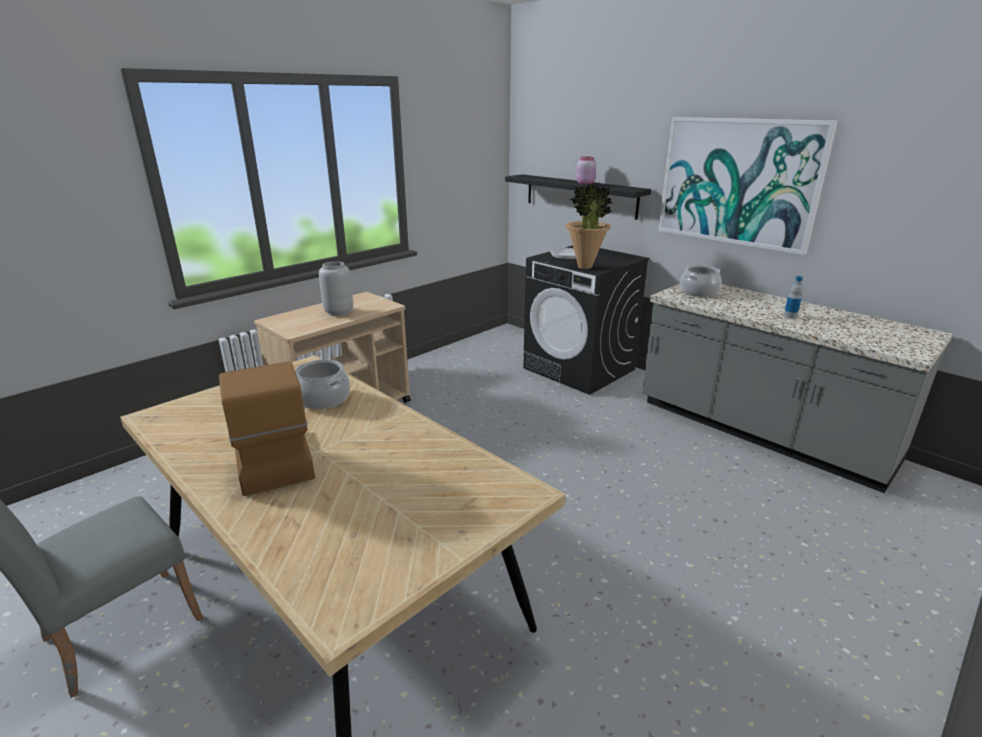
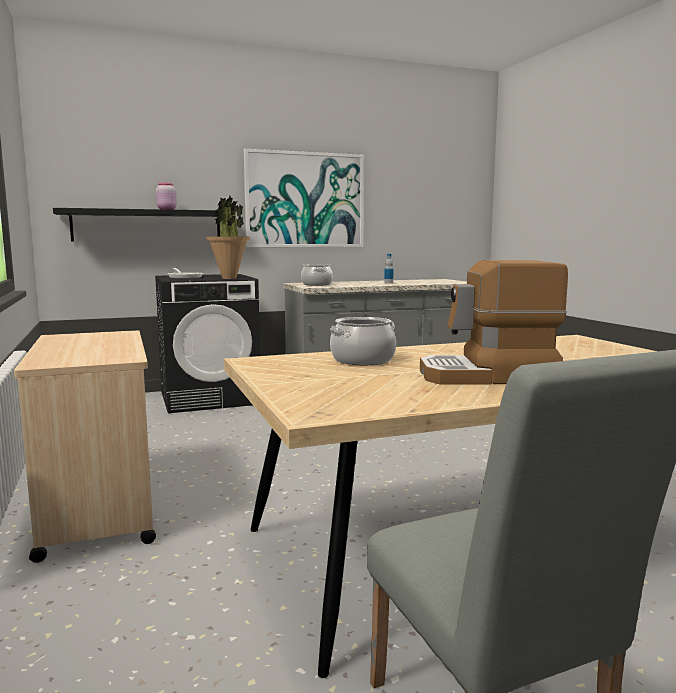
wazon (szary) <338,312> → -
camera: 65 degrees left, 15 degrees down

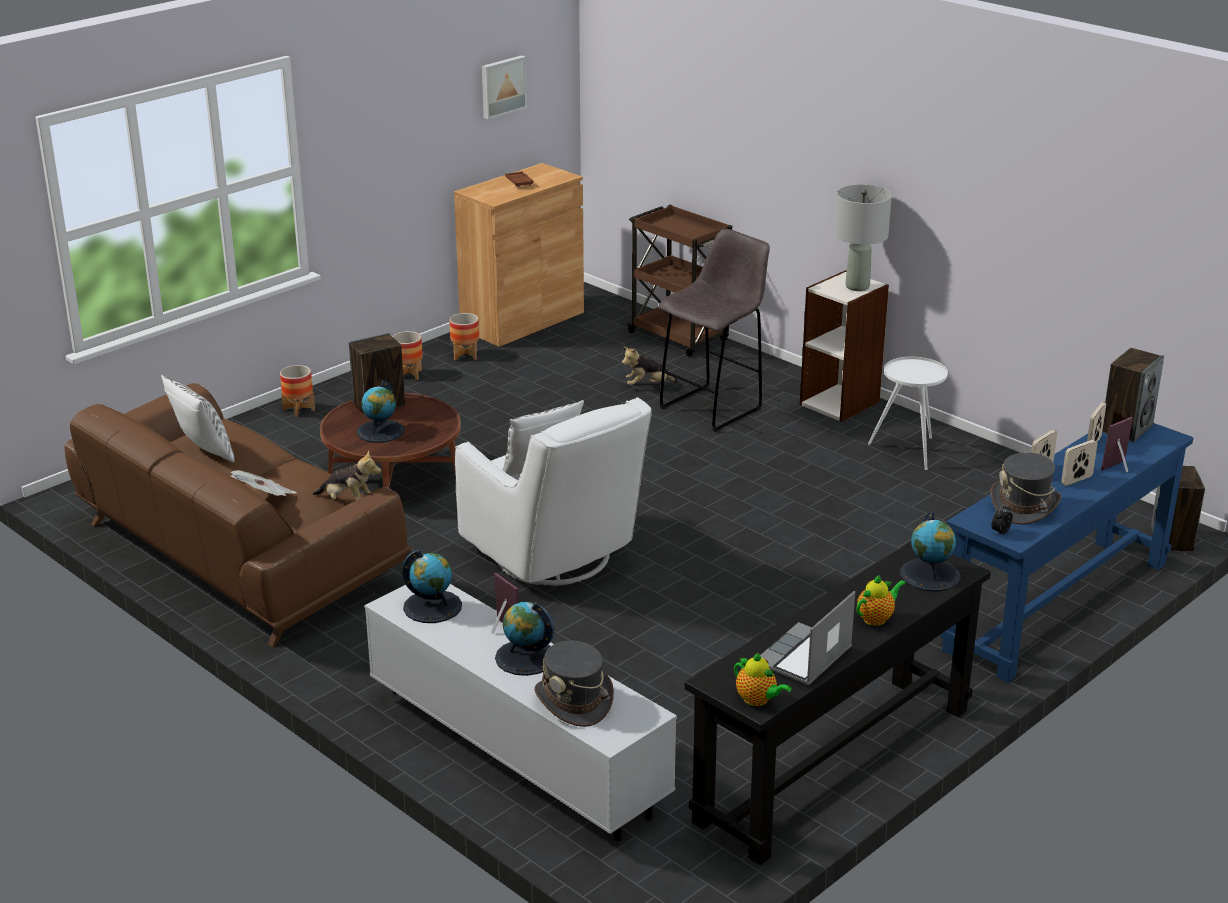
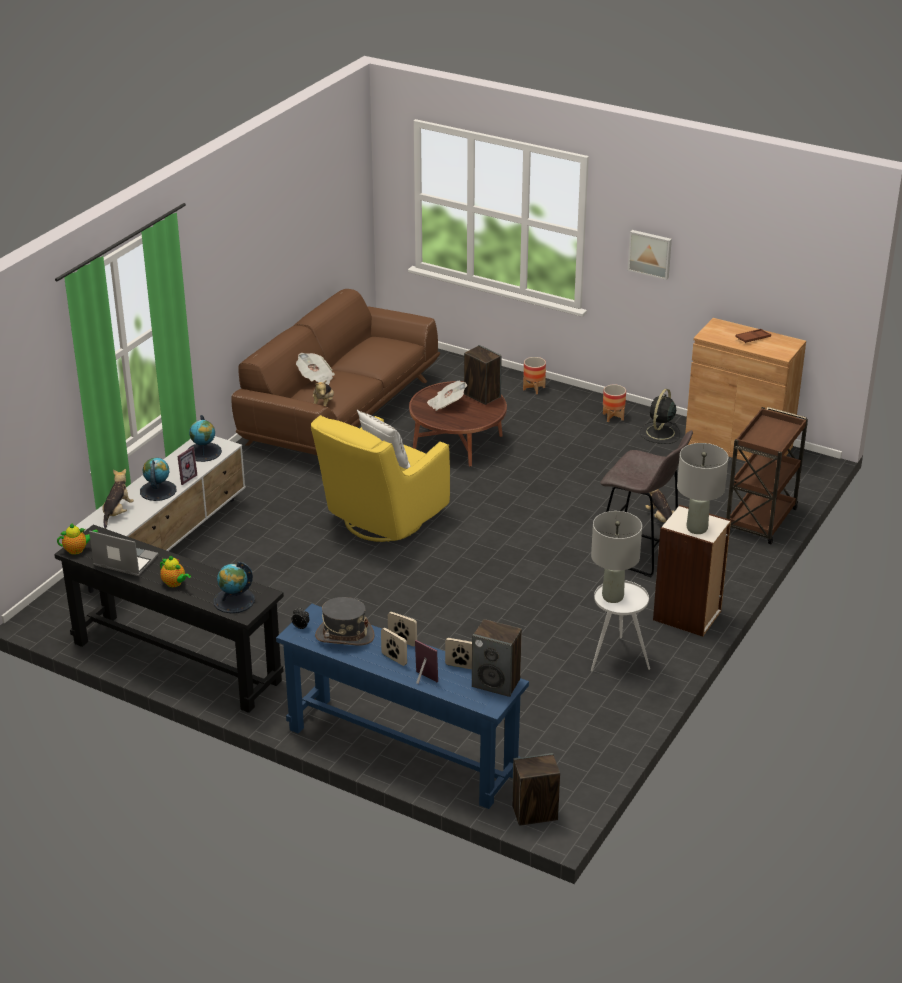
imbryk <758,700> → imbryk <77,550>, 135 degrees counterclockwise
kapelusz (szary) <574,701> → pluszak <117,513>
fotel (biały) <556,558> → fotel (żółty) <381,521>
globus <380,431> → gazeta <446,404>
- → lampa stołowa (szary) <612,597>
obraz <502,86> → obraz <650,253>, moved
donica <465,355> → wentylator (czarny) <660,433>
poduszka (biały) <204,451> → -
camera: 75 degrees right, 5 degrees up

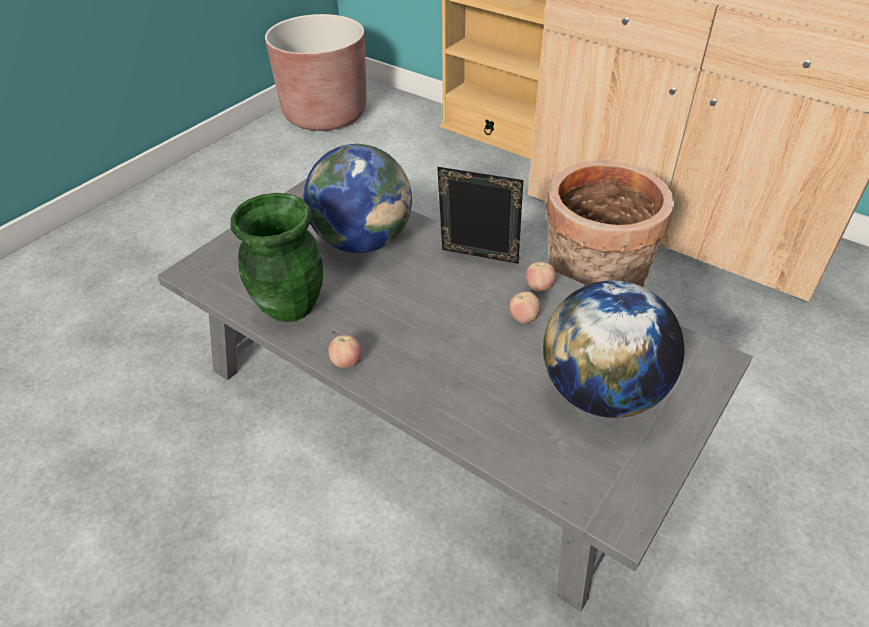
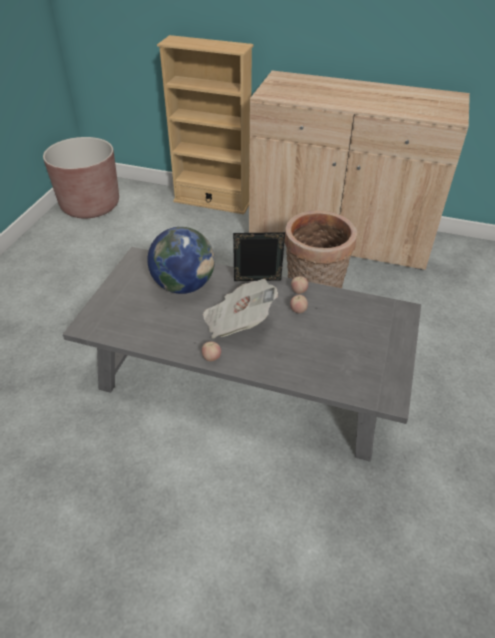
- → gazeta <238,322>
wazon (zielony) <290,305> → -
globus <601,392> → -
camera: 20 degrees left, 0 degrees up

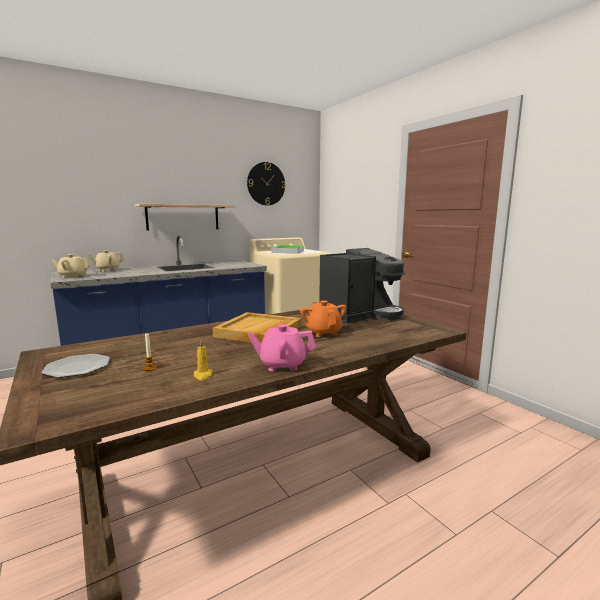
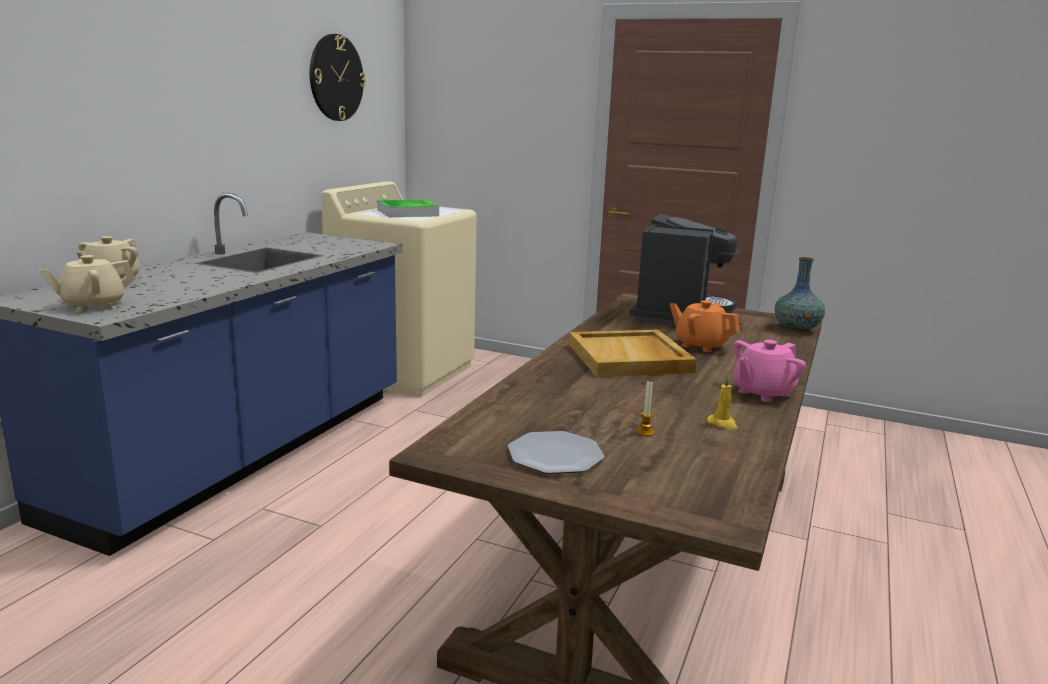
- → wazon <796,329>
półka <183,217> → -
camera: 35 degrees left, 5 degrees up

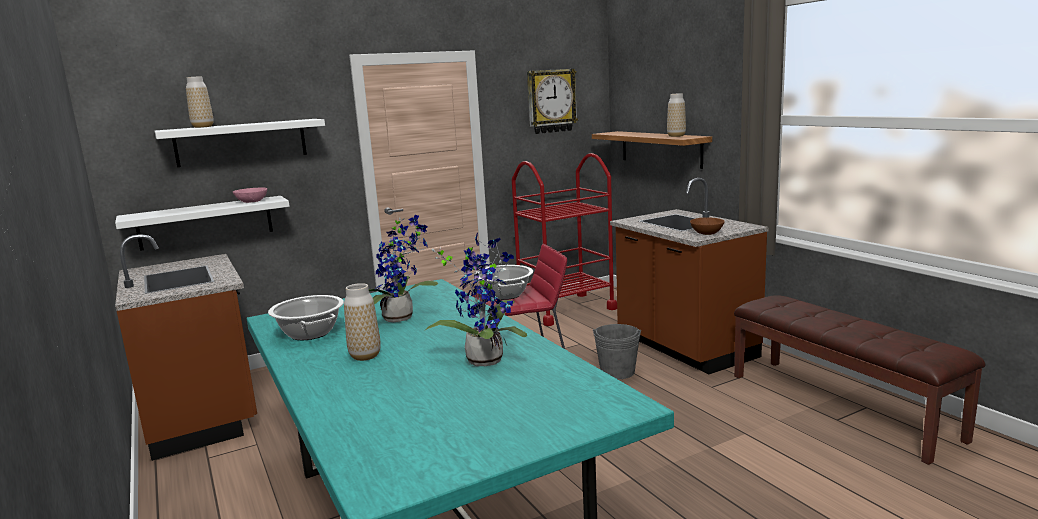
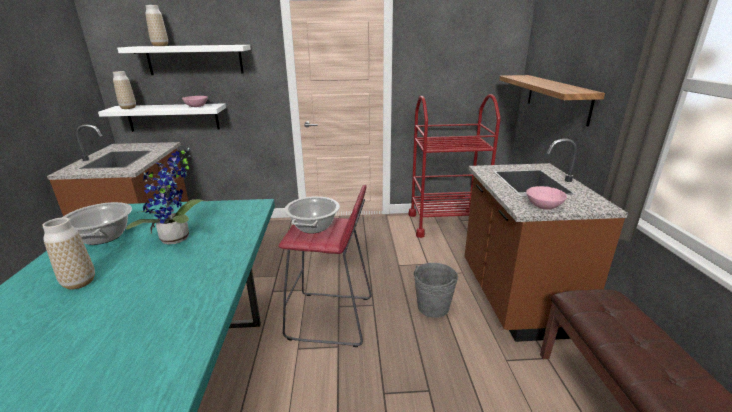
wazon <676,136> → wazon <128,108>, moved
miska (brązowy) <707,233> → miska (różowy) <544,206>
roślina doniczkowa <485,358> → -
zegar ścienny <551,101> → -
camera: 25 degrees right, 10 degrees up

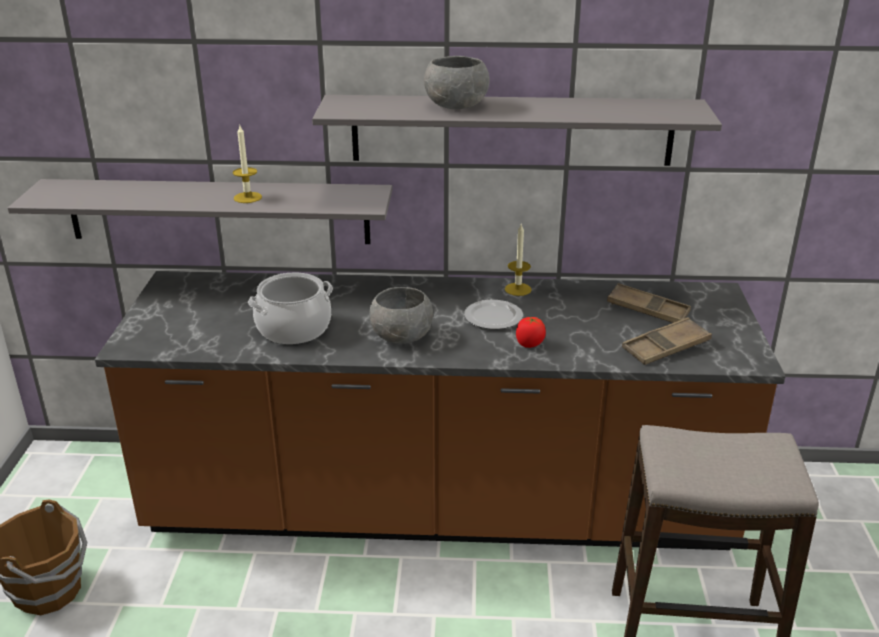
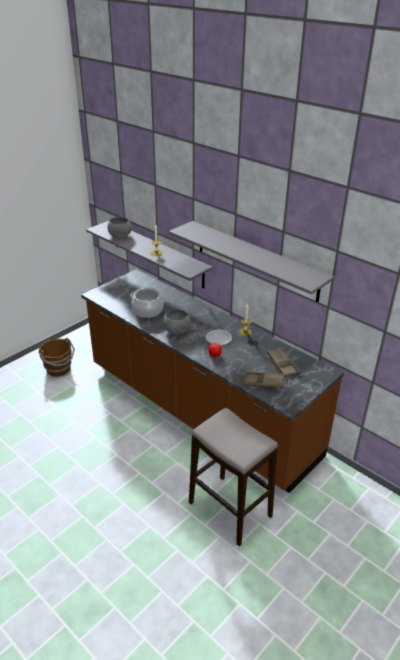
miska (szary) <457,106> → miska (szary) <120,236>, moved
camera: 40 degrees right, 5 degrees up

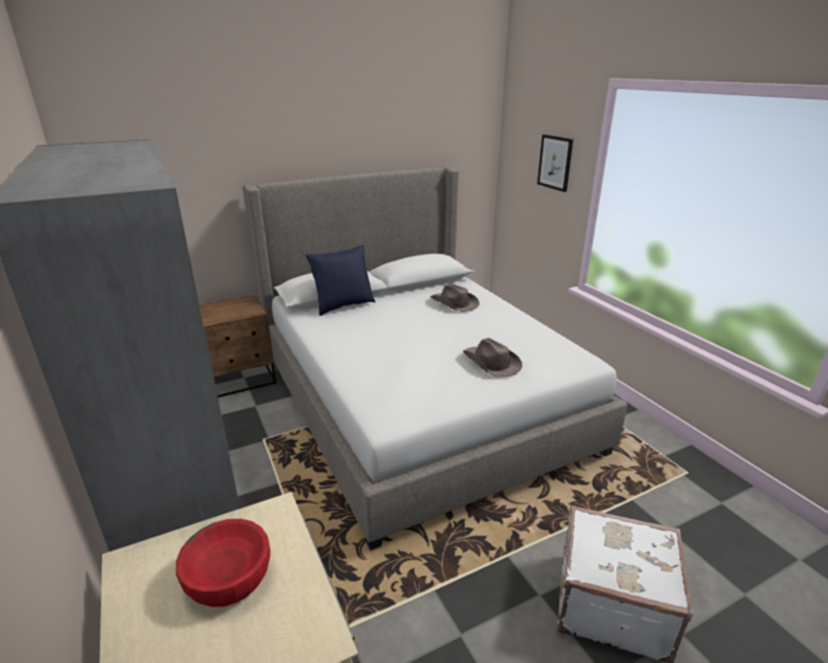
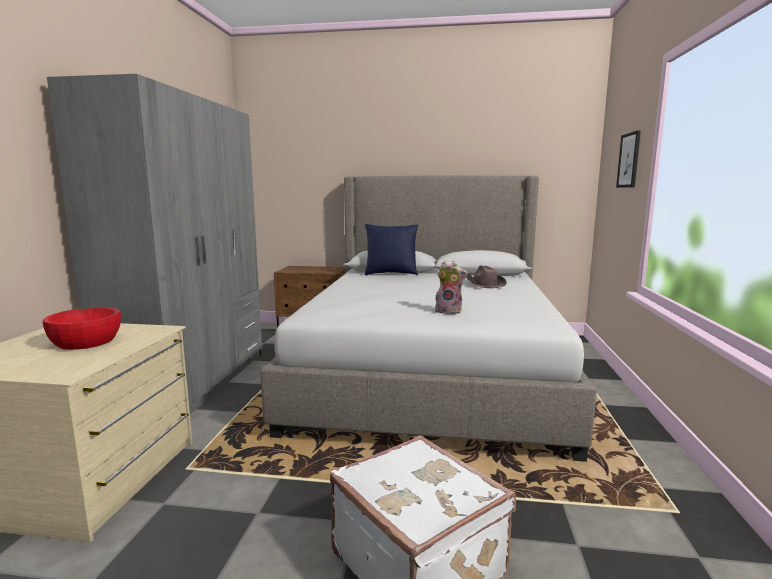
kapelusz (brązowy) <491,363> → pluszak <449,311>
camera: 35 degrees right, 15 degrees down

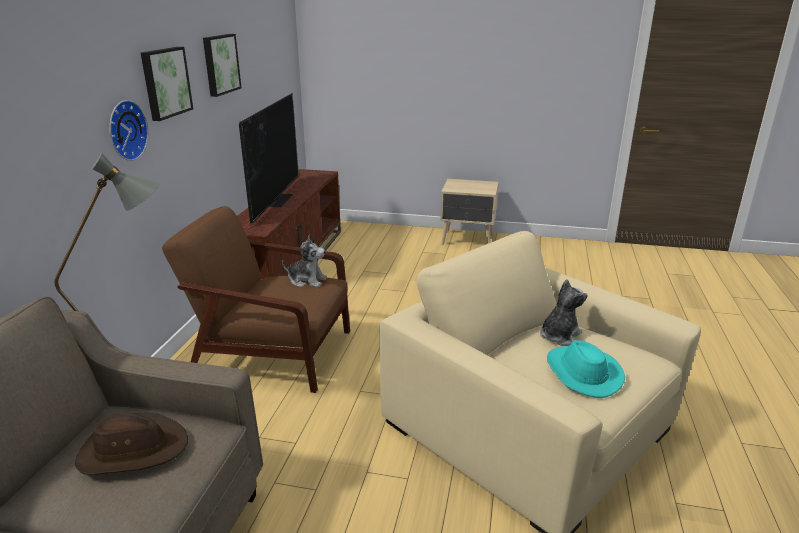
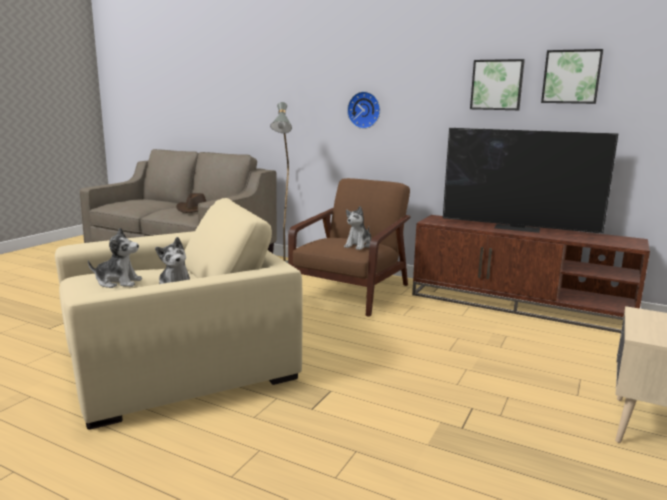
kapelusz (turkusowy) <582,373> → pluszak <118,282>
obraz <165,82> → obraz <571,77>, moved
camera: 105 degrees right, 10 degrees down

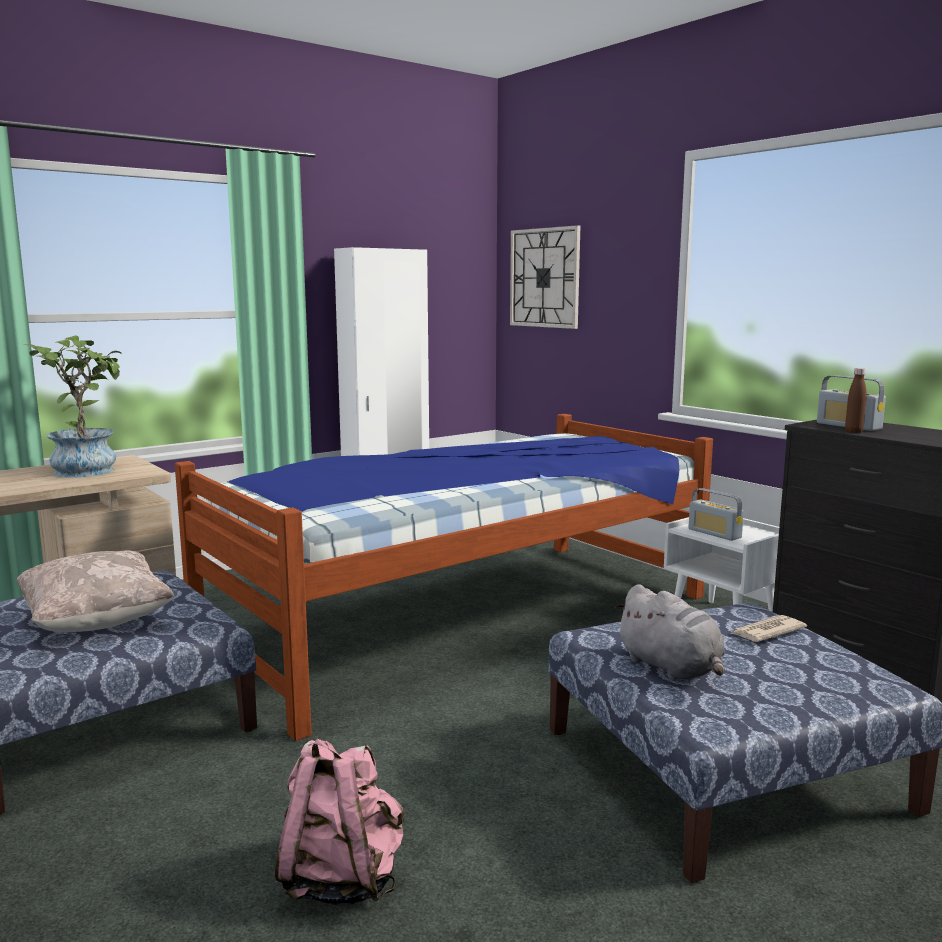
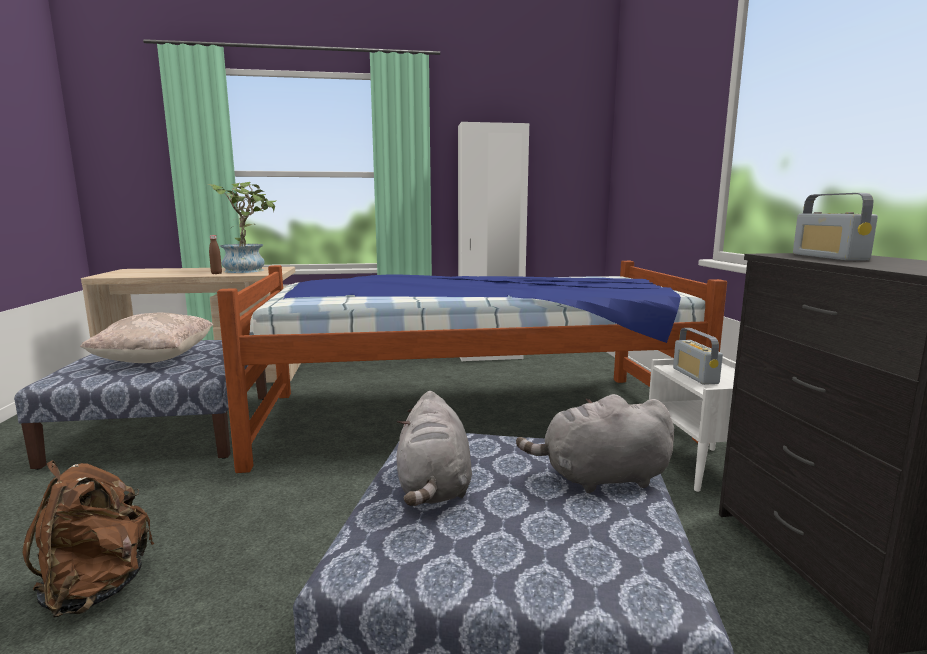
plecak (różowy) <341,879> → plecak (brązowy) <97,588>
butelka (brązowy) <853,431> → butelka (brązowy) <216,273>, moved
gazeta <766,632> → pluszak (szary) <600,478>
zegar ścienny <544,278> → -
camera: 30 degrees right, 0 degrees up

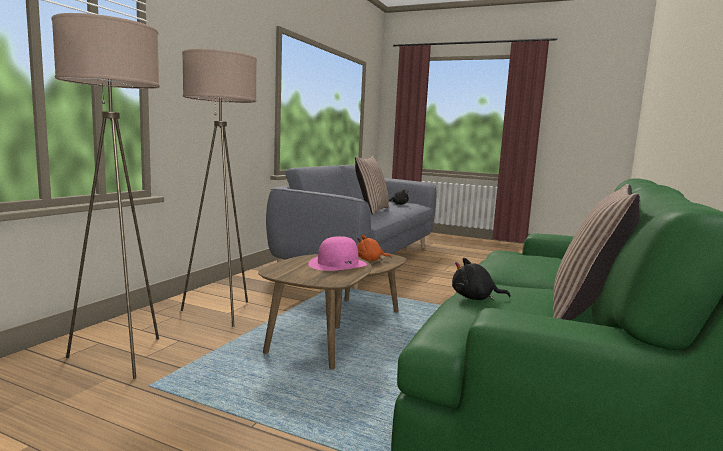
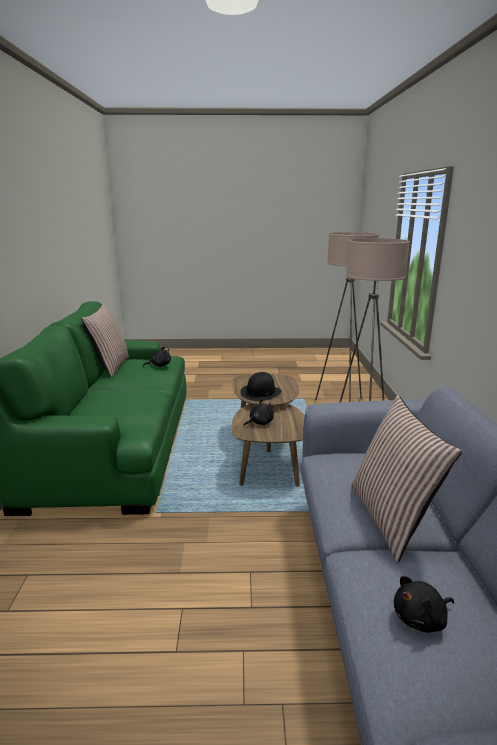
kapelusz (różowy) <338,264> → kapelusz (czarny) <260,392>
pluszak (pomarańczowy) <370,260> → pluszak (czarny) <259,423>
camera: 155 degrees right, 10 degrees up

